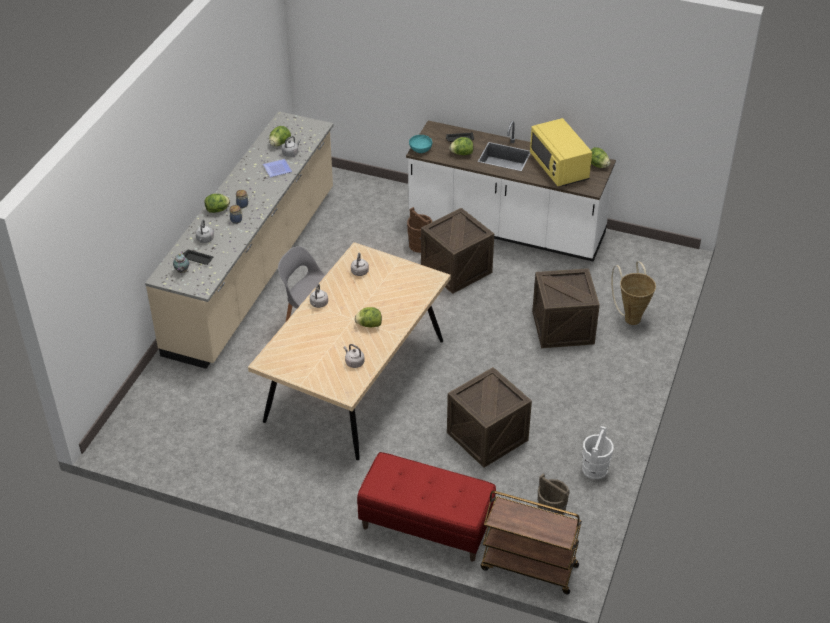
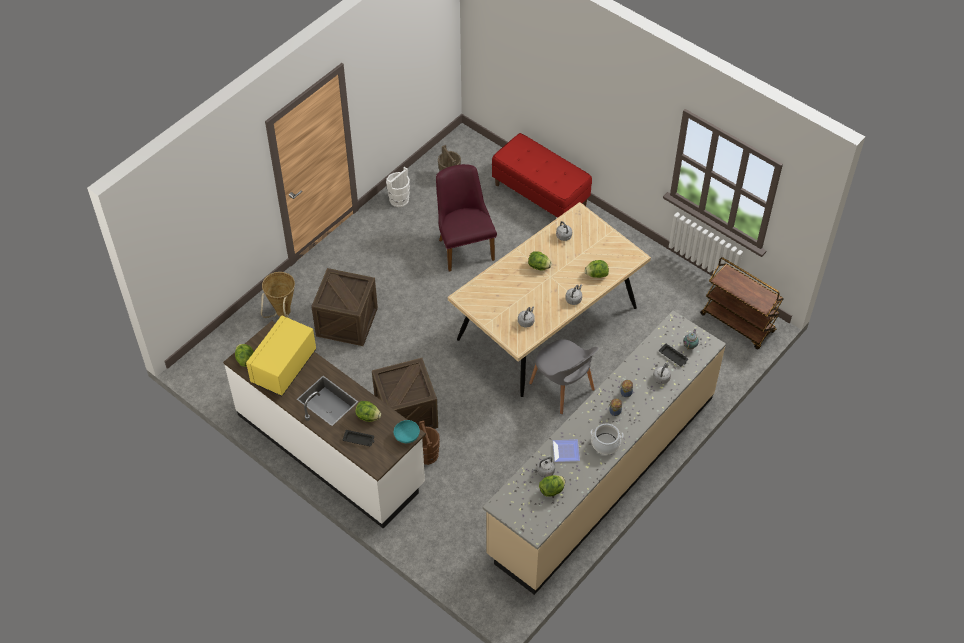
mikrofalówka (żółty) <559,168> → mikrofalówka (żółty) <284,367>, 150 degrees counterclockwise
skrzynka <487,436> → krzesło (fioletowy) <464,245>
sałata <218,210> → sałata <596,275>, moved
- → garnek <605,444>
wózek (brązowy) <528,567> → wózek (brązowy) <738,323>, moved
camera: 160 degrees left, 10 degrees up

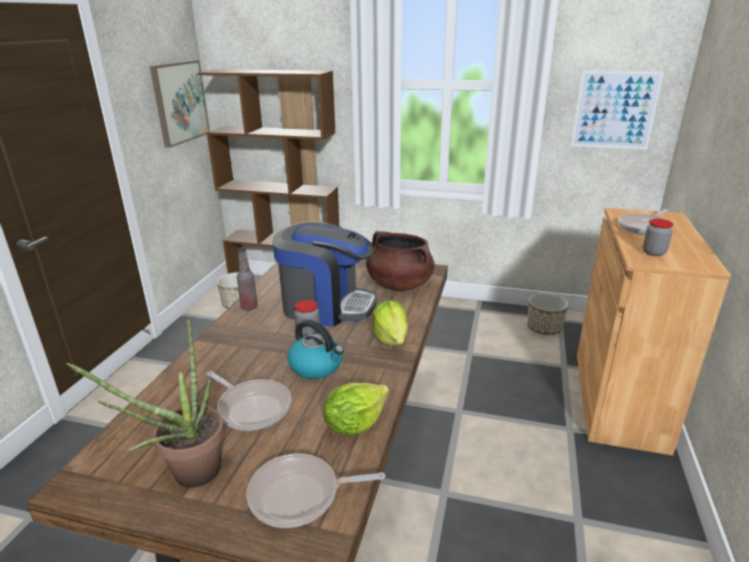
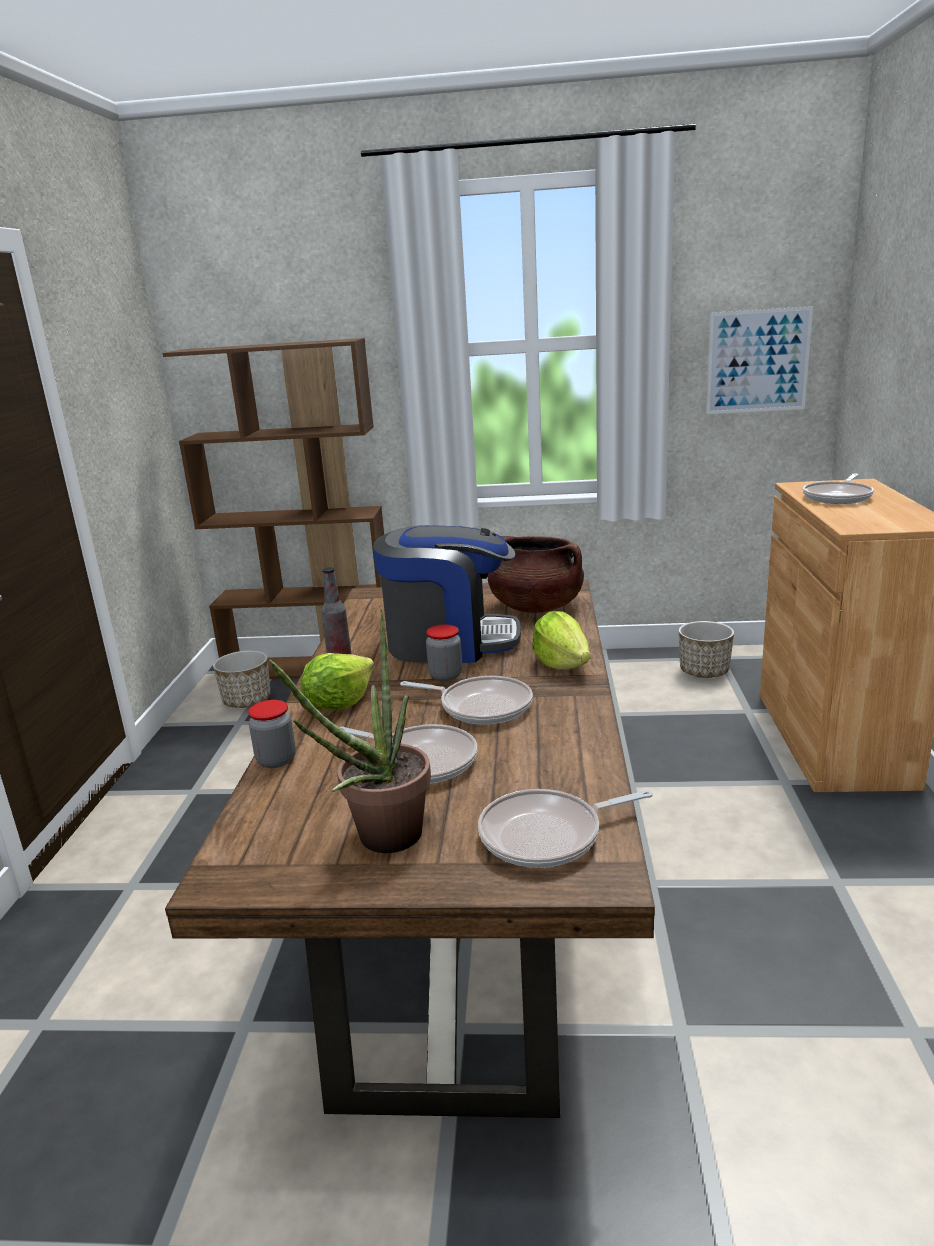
słoik <653,253> → słoik <276,760>, moved
sałata <355,424> → sałata <339,704>, moved
czajnik <317,366> → patelnia <481,706>
obraz <180,102> → -
camera: 10 degrees left, 5 degrees down

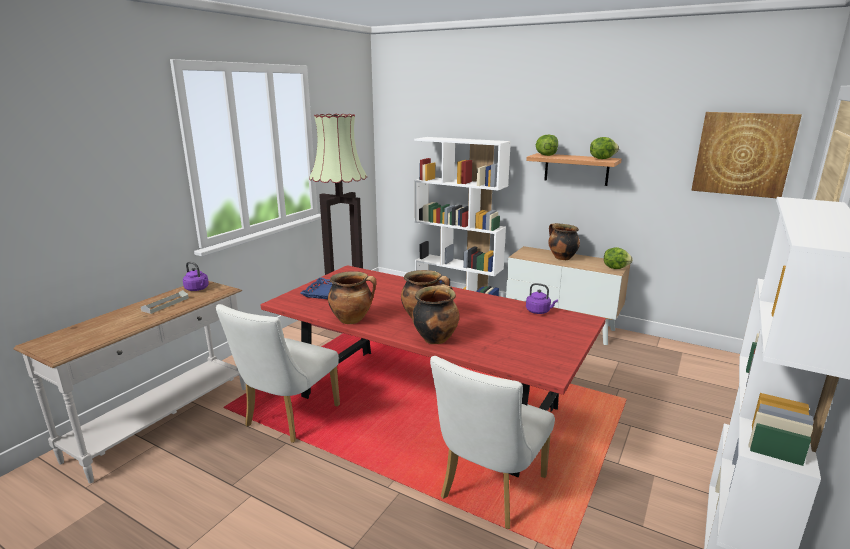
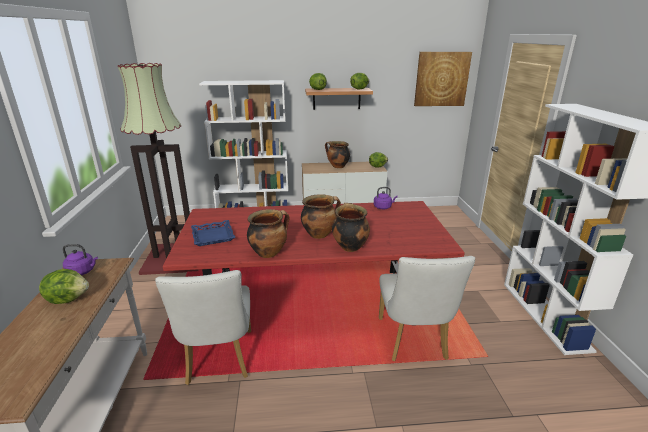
taca (szary) <165,304> → sałata <68,299>
camera: 35 degrees left, 5 degrees up

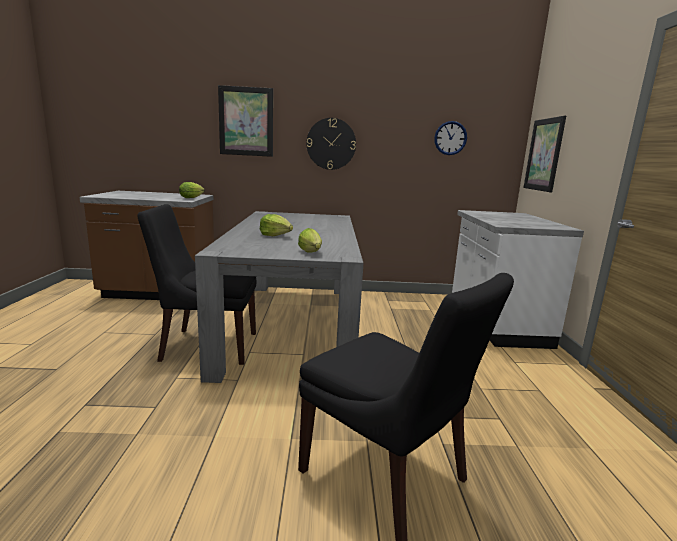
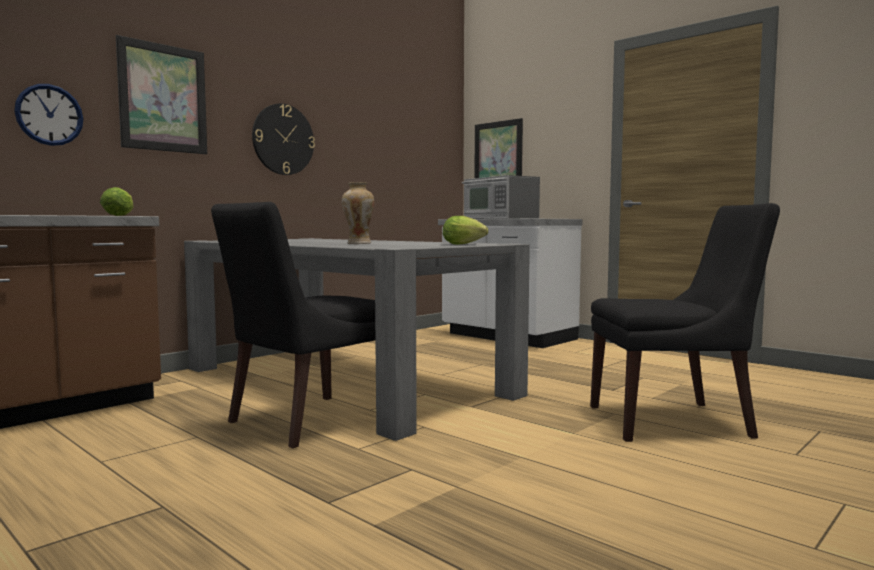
zegar ścienny <450,138> → zegar ścienny <49,115>, moved
sałata <275,235> → wazon <358,243>
- → mikrofalówka <499,218>
camera: 45 degrees left, 10 degrees down

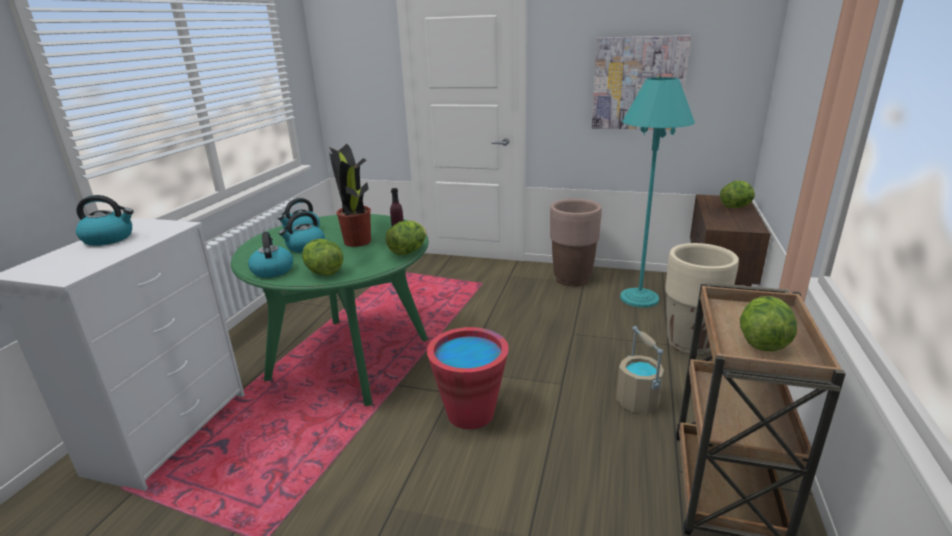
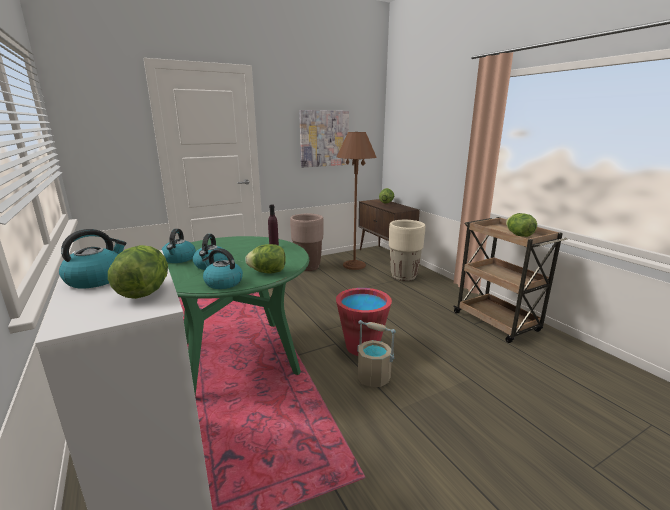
sałata <408,252> → sałata <144,292>, moved
lampa stojąca (turkusowy) <639,298> → lampa stojąca (brązowy) <354,265>
wiadro (beżowy) <638,401> → wiadro (beżowy) <374,377>, moved
roślina doniczkowa <357,242> → -
camera: 45 degrees left, 5 degrees down

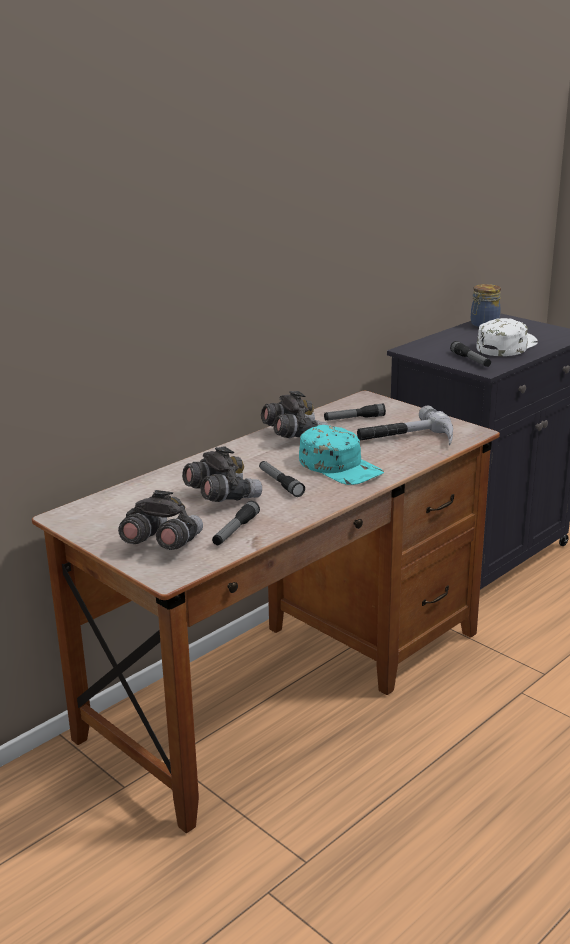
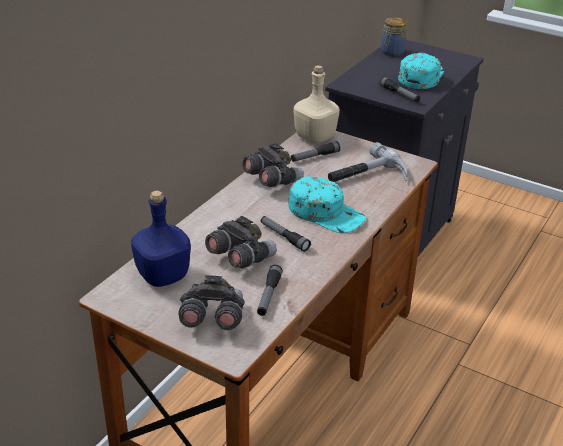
- → butelka (niebieski) <162,275>
- → butelka (beżowy) <315,137>
czapka z daszkiem (biały) <506,346> → czapka z daszkiem (turkusowy) <420,76>
camera: 15 degrees left, 10 degrees up

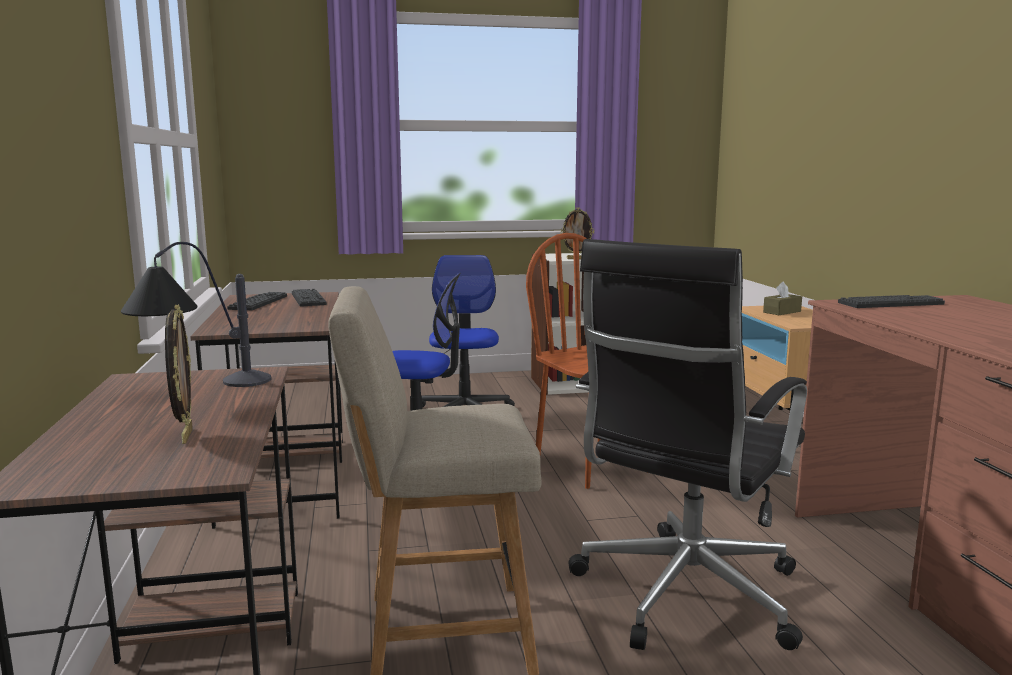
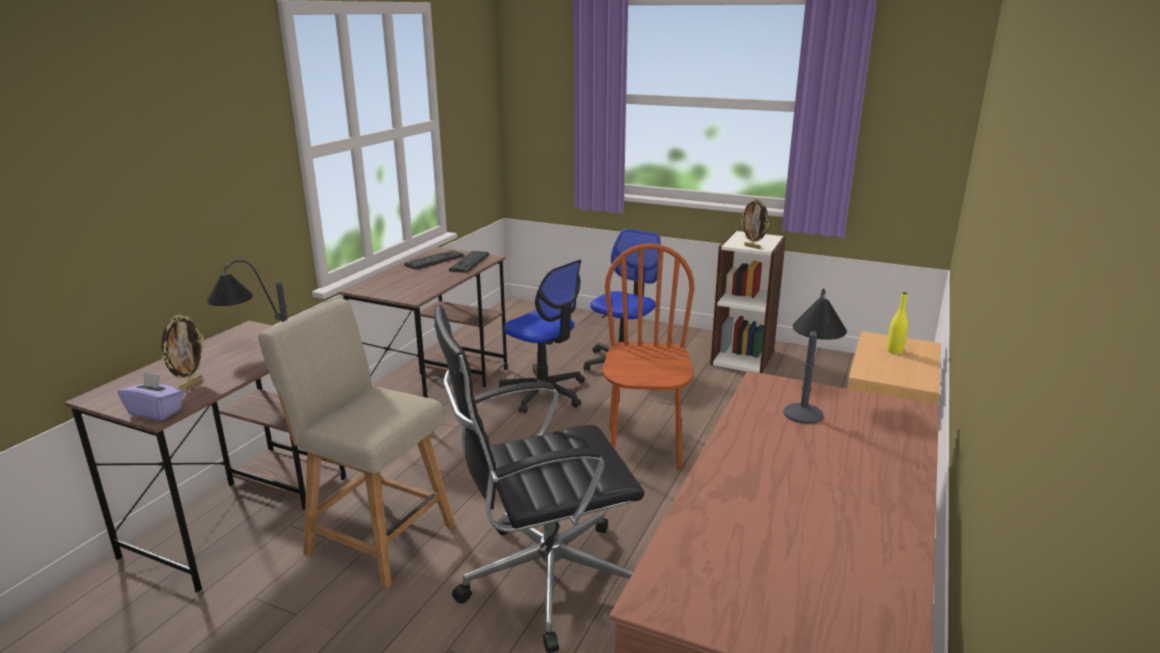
- → pudełko chusteczek (fioletowy) <156,412>
klawiatura <890,303> → lampa stołowa <808,396>
pudełko chusteczek (brązowy) <782,312> → butelka (żółty) <894,351>
camera: 35 degrees right, 10 degrees up

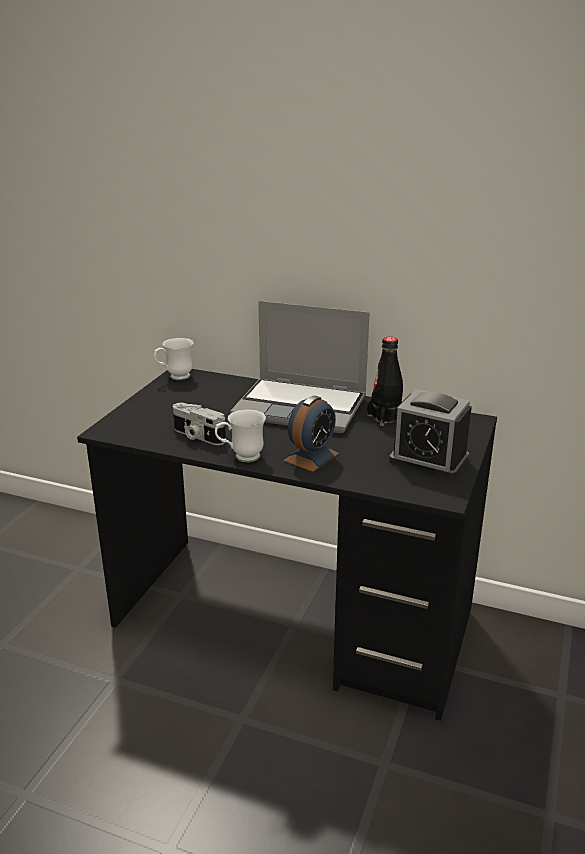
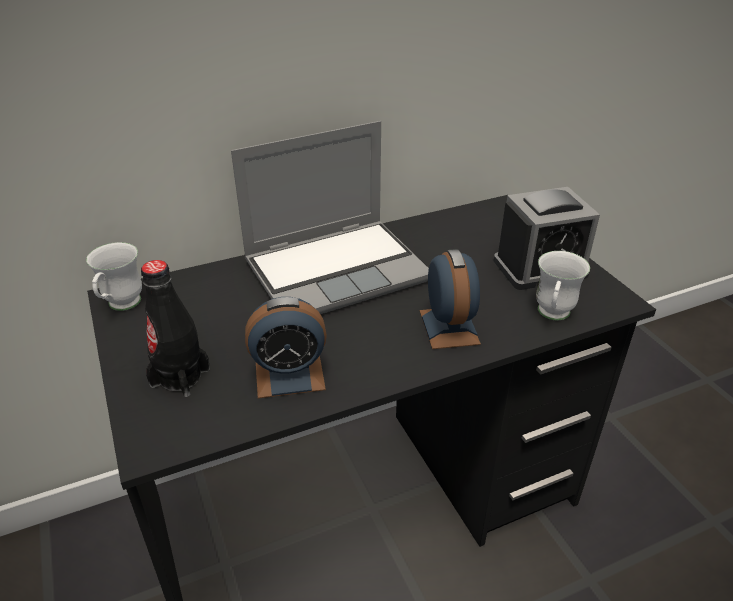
butelka (czarny) <385,417> → butelka (czarny) <180,377>, moved
aparat fotograficzny <197,436> → budzik <289,375>
kubek (biały) <241,458> → kubek (biały) <552,316>, moved
camera: 45 degrees left, 10 degrees up

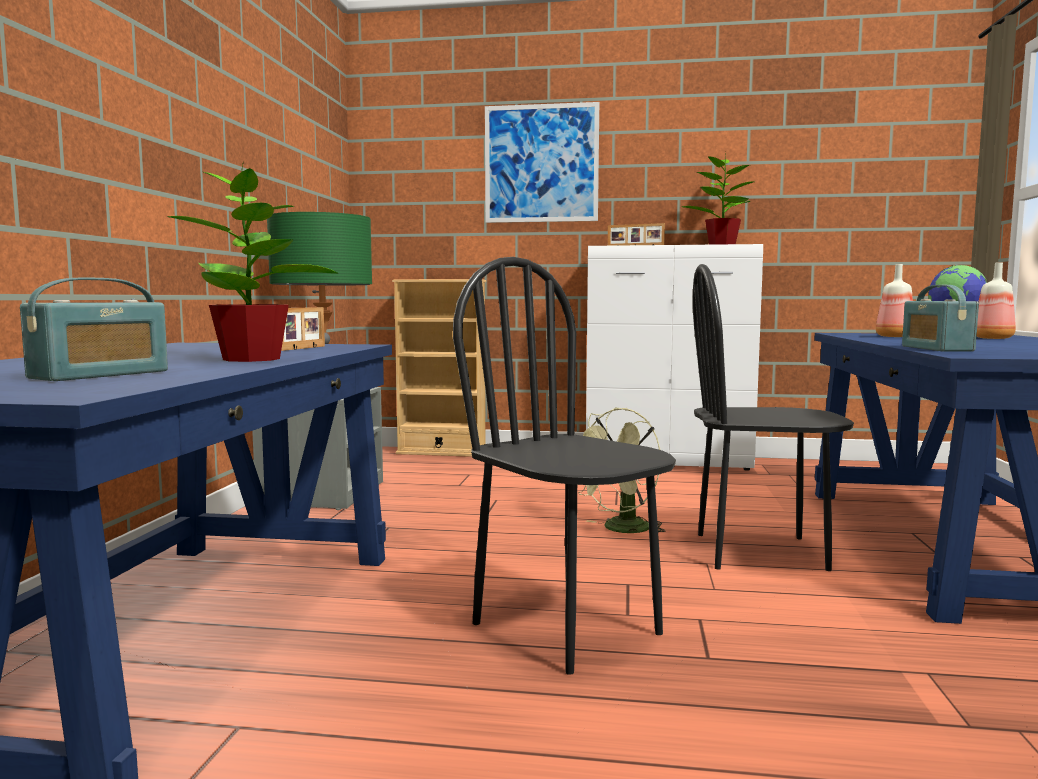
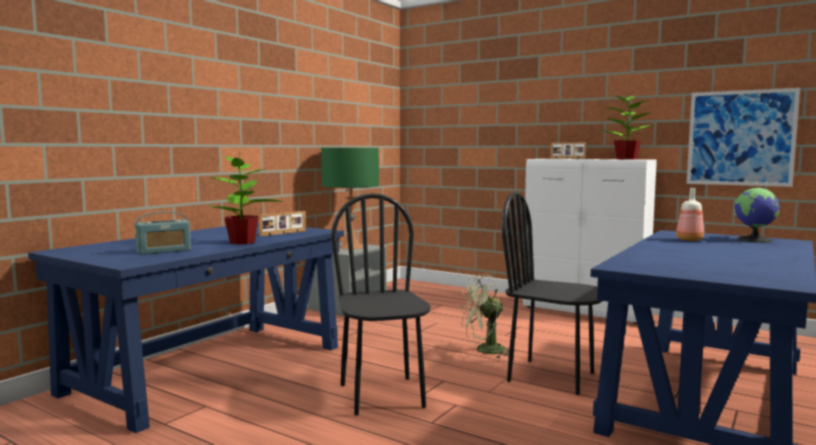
obraz <541,163> → obraz <740,138>, moved
regał (beżowy) <441,452> → -
radio <936,348> → -
butelka <991,338> → -
camera: 25 degrees right, 0 degrees up

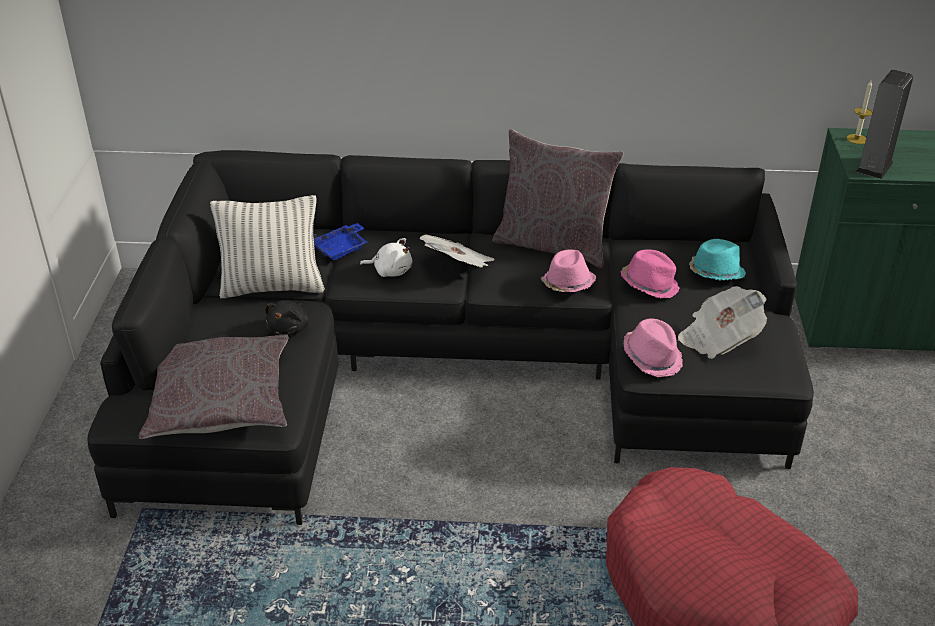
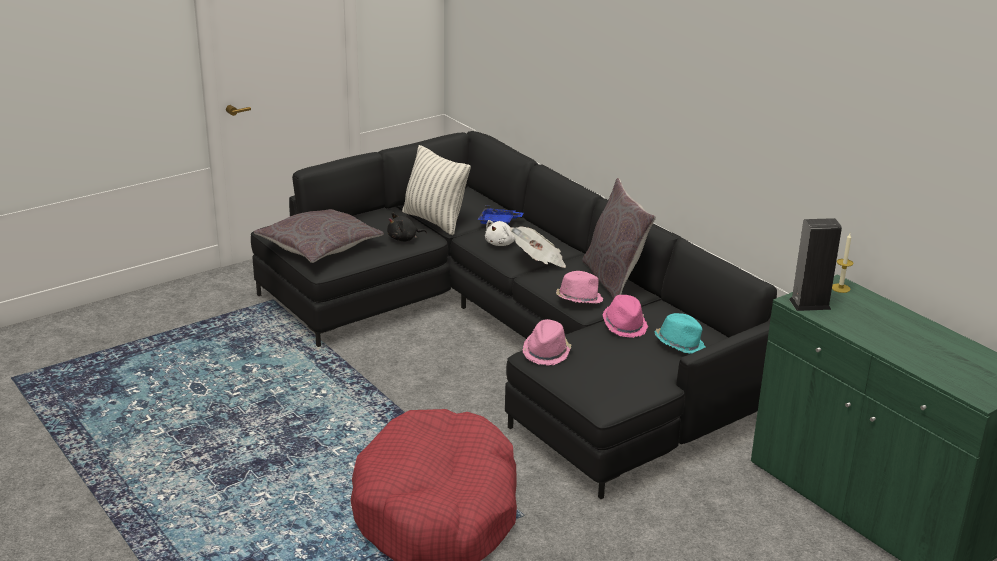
pluszak (biały) <390,271> → pluszak (biały) <501,243>, 60 degrees clockwise
gazeta <719,339> → -
camera: 50 degrees right, 10 degrees down

